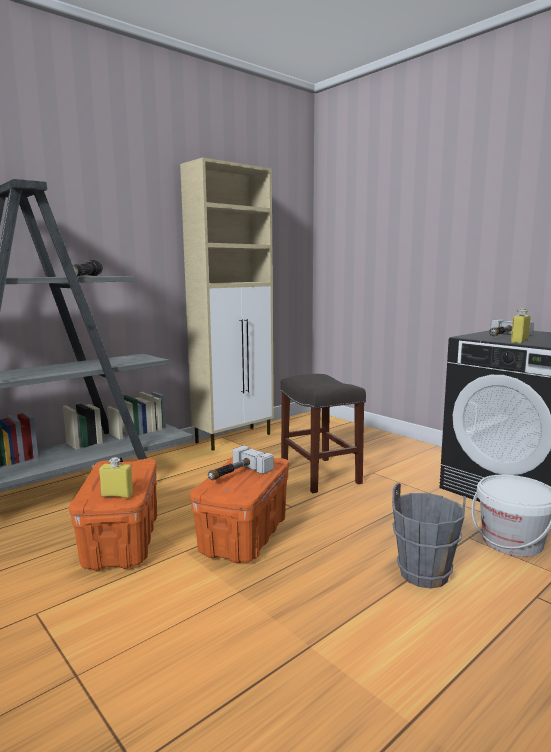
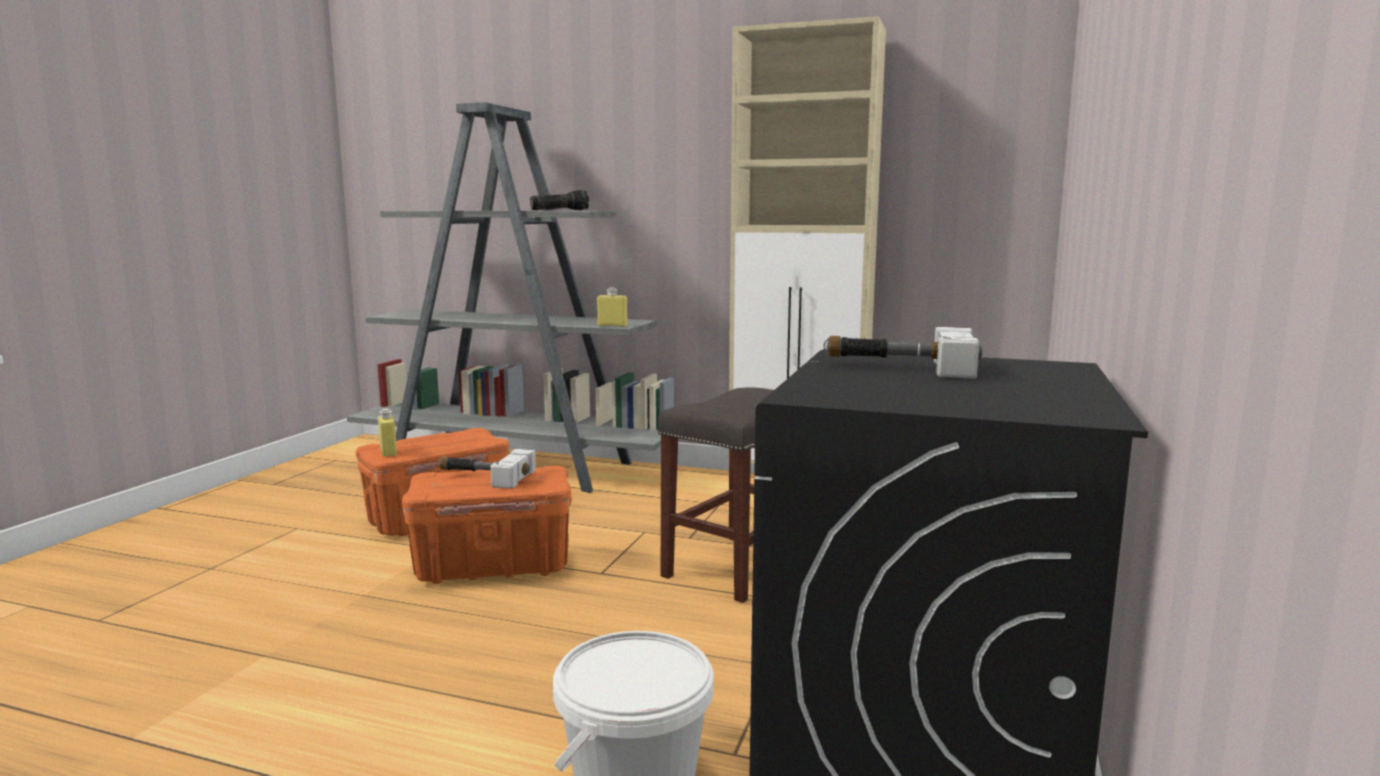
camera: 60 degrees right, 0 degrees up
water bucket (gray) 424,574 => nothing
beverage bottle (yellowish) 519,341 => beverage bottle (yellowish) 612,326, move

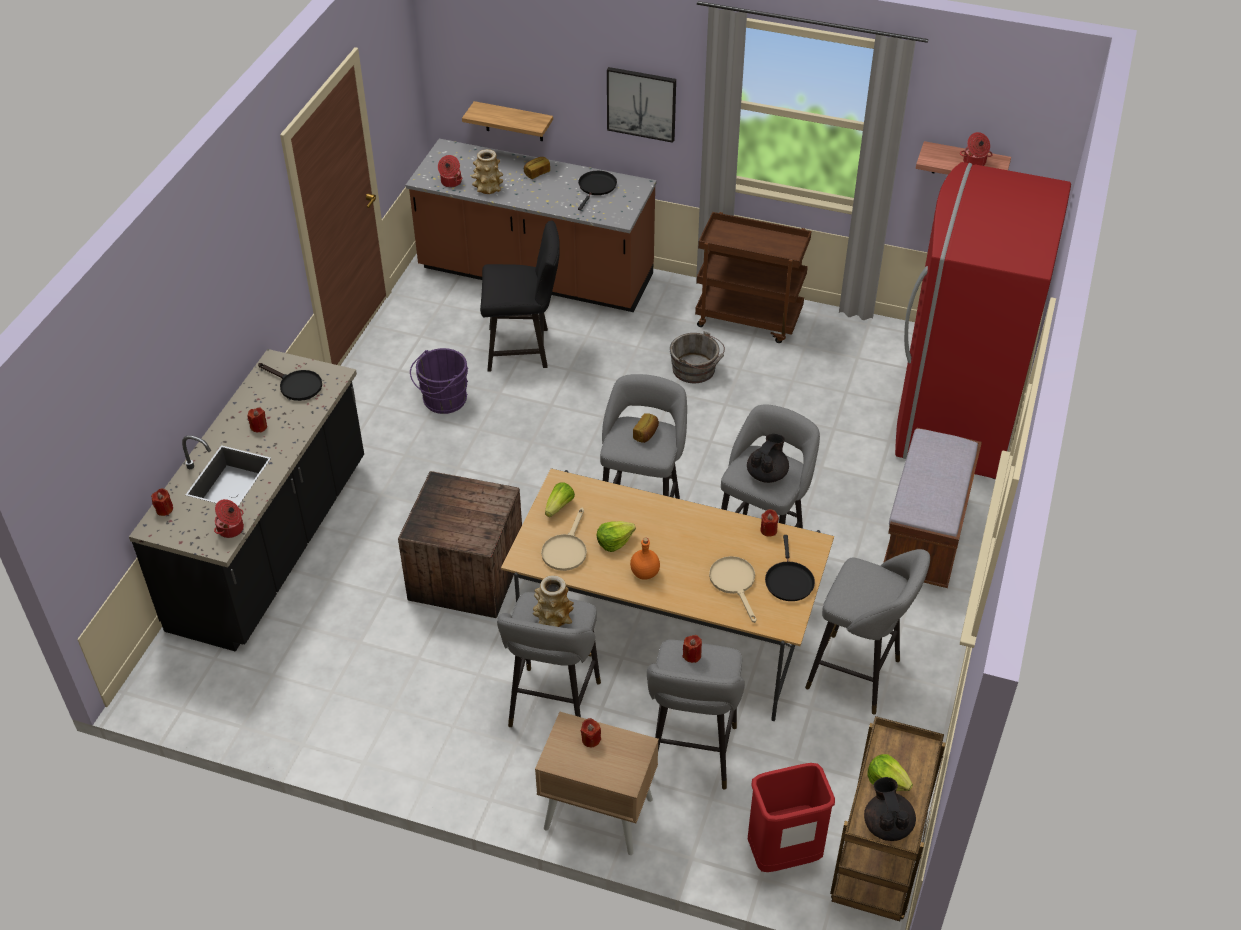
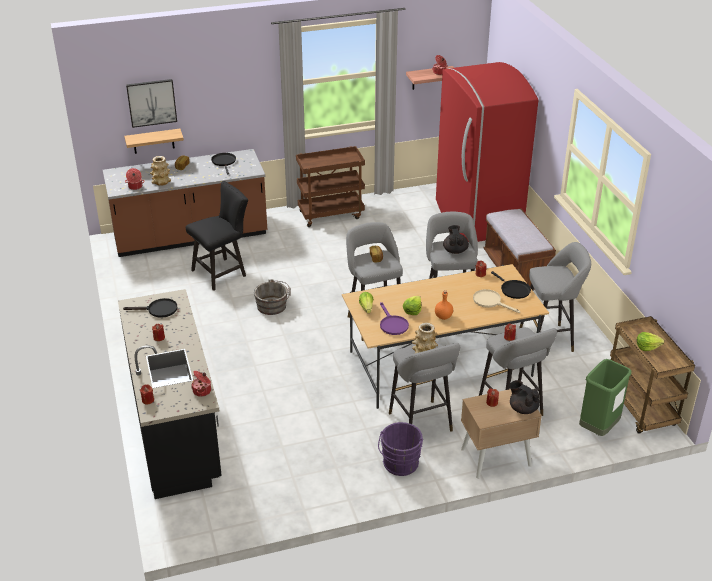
camera: 35 degrees left, 10 degrees down
packing crate 465,573 => nothing
water bucket (purplish) 442,401 => water bucket (purplish) 400,465, move
pan (beige-coloured) 566,549 => pan (purplish) 392,324
wall art 641,103 => wall art 151,102, move
water bucket (gray) 696,370 => water bucket (gray) 273,306, move
trash can (reddish) 783,855 => trash can (green-coloured) 598,428
tea pot (black) 887,824 => tea pot (black) 523,408, move

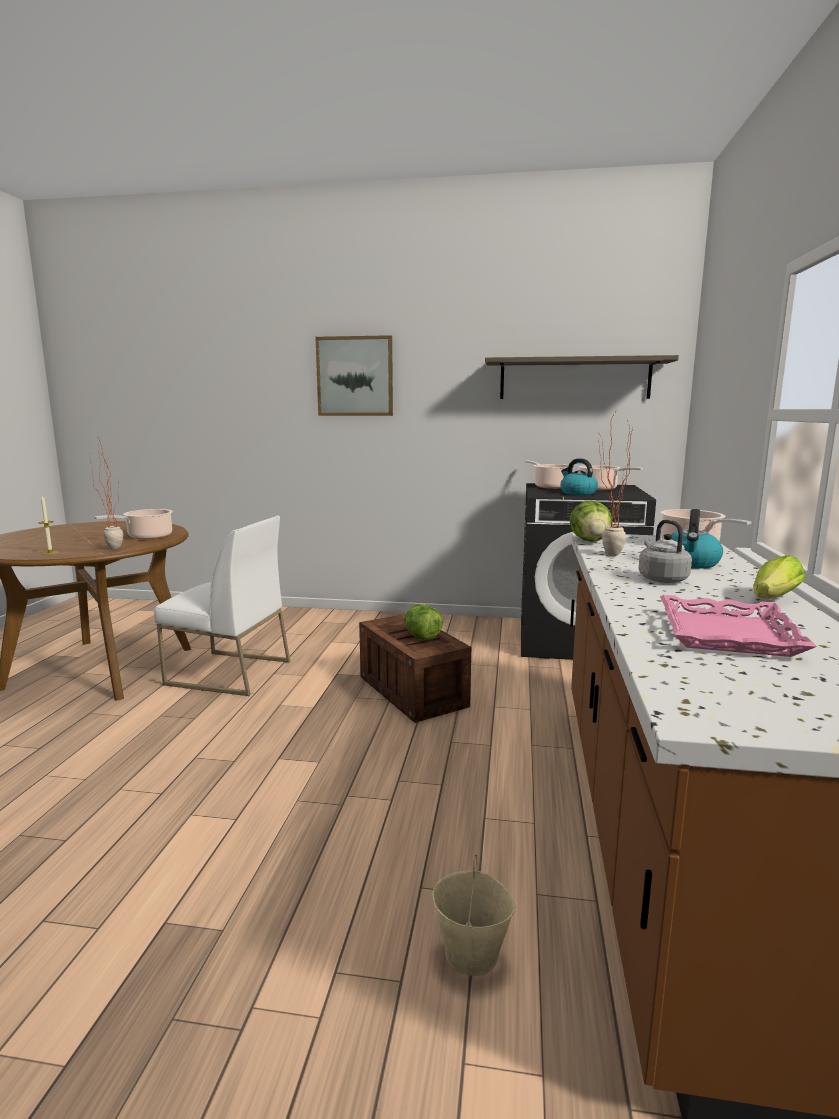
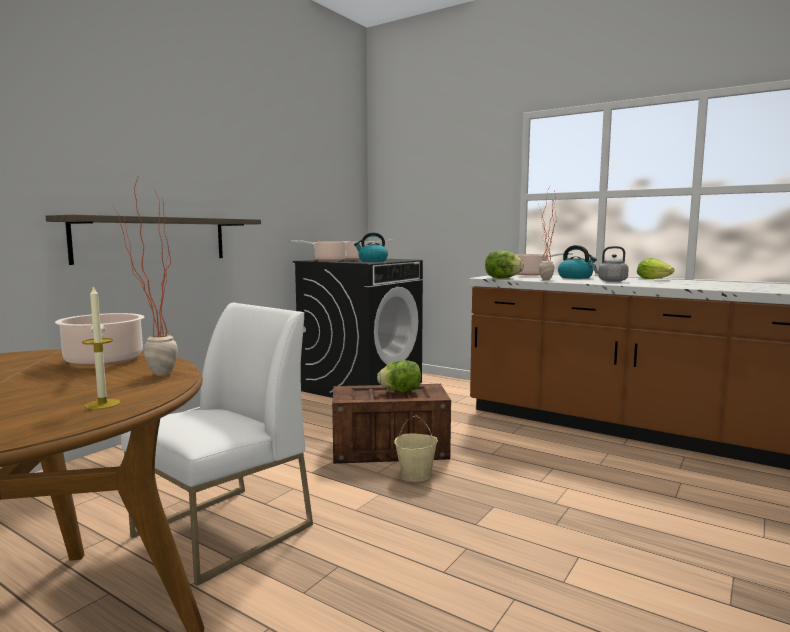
camera: 65 degrees left, 5 degrees down
wall art 355,376 => nothing
water bucket (beige-coloured) 472,953 => water bucket (beige-coloured) 416,475, move
shelf 574,379 => shelf 153,239, move
tray (pink-coloured) 728,634 => nothing

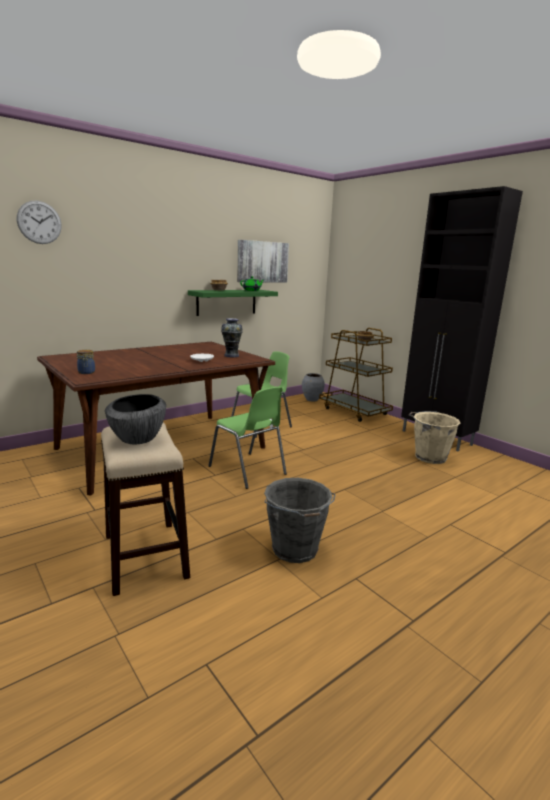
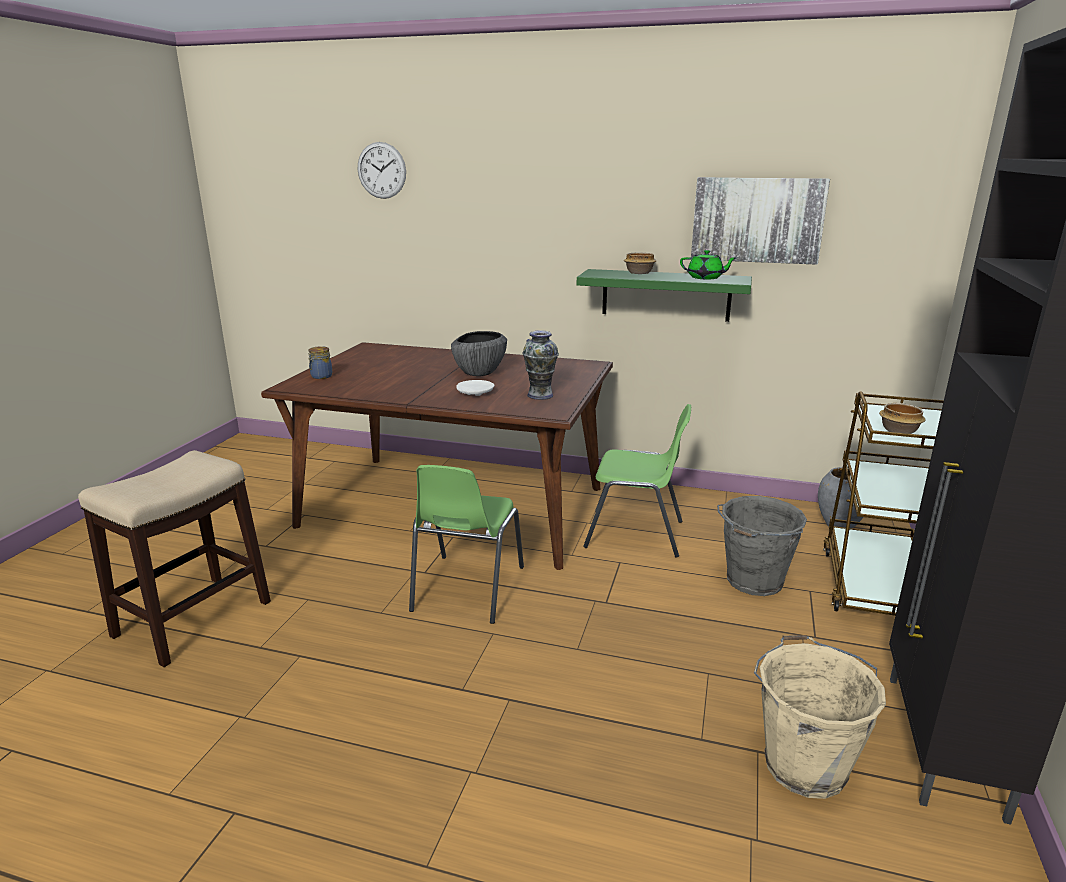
camera: 55 degrees right, 5 degrees up
serving bowl 138,439 => serving bowl 479,373, move
water bucket (gray) 295,550 => water bucket (gray) 753,582, move

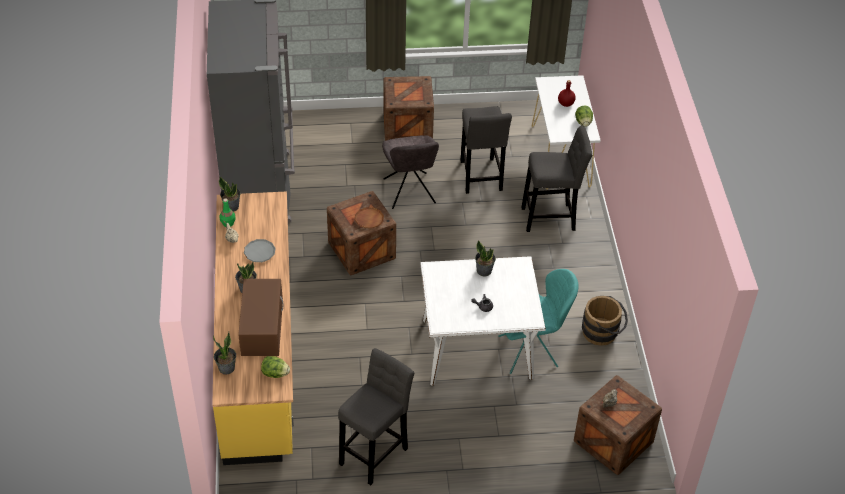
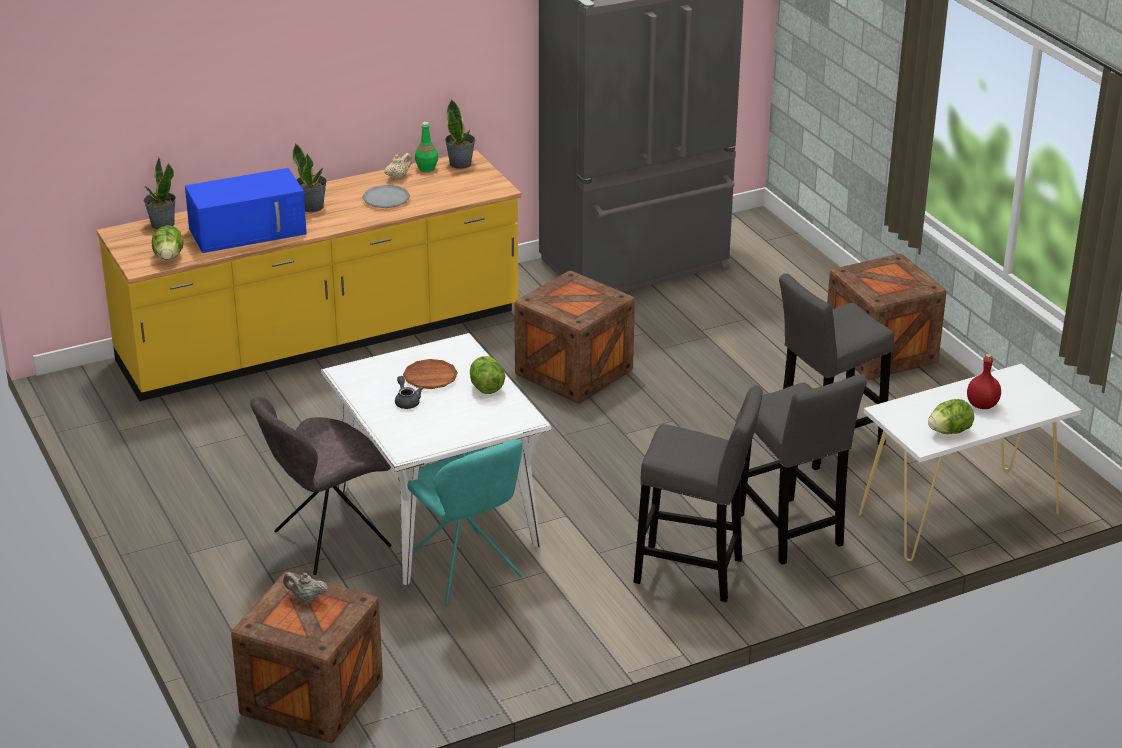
camera: 70 degrees right, 15 degrees down
microwave oven (brown) 262,326 => microwave oven (blue-coloured) 249,231
sitting stool (gray) 375,453 => sitting stool (gray) 694,573, move
dinner plate (brown) 369,219 => dinner plate (brown) 430,378, move
plain chair (gray) 409,193 => plain chair (gray) 328,541, move
houseplant 484,270 => lettuce head 486,388
water bucket (brown) 603,333 => nothing

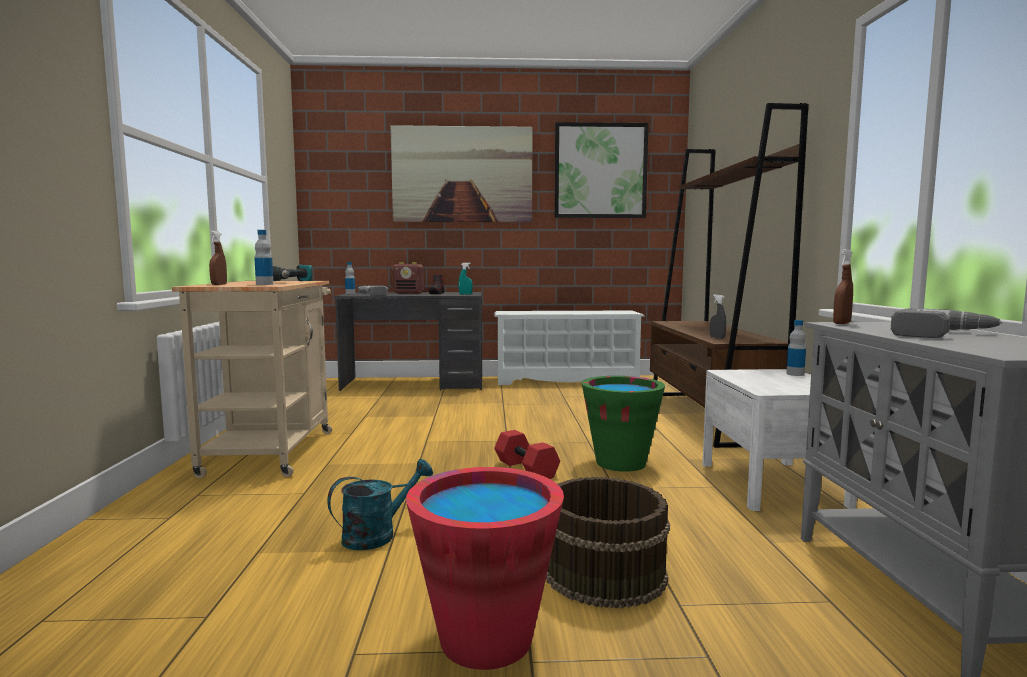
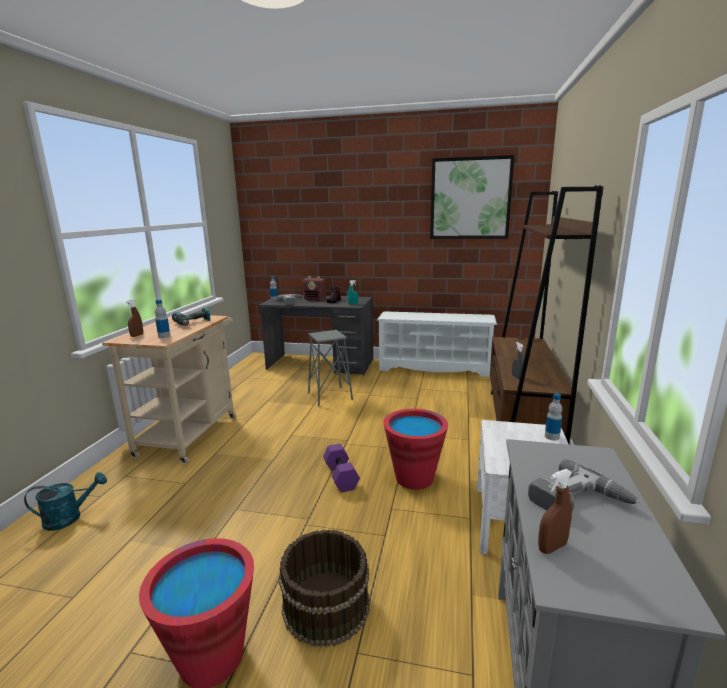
camera: 15 degrees right, 10 degrees up
watering pot (turquoise) 378,535 => watering pot (turquoise) 69,517, move
wall art 462,175 => nothing
hand weight (reddish) 524,469 => hand weight (purplish) 340,476
water bucket (green-coloured) 620,463 => water bucket (reddish) 414,478
hand sprayer (brown) 841,323 => hand sprayer (brown) 552,547, move
nothing => sitting stool (gray) 330,396

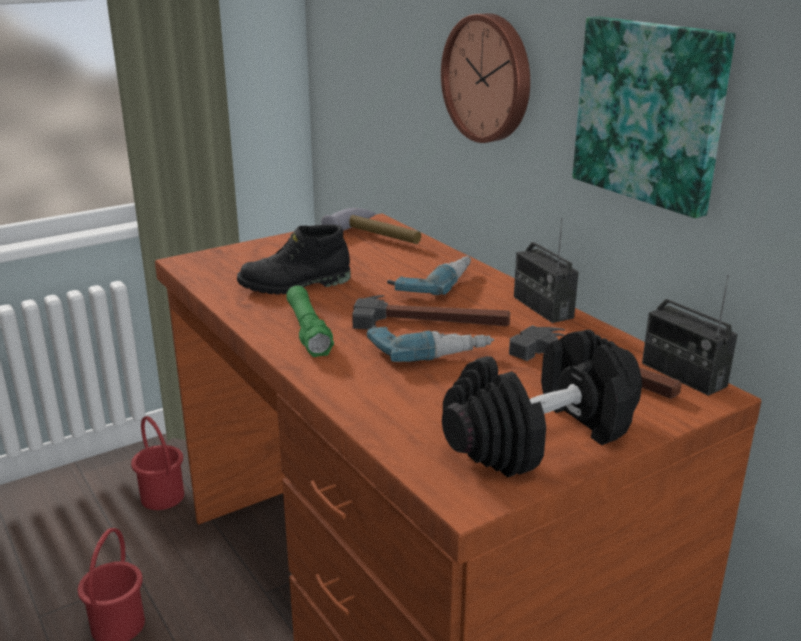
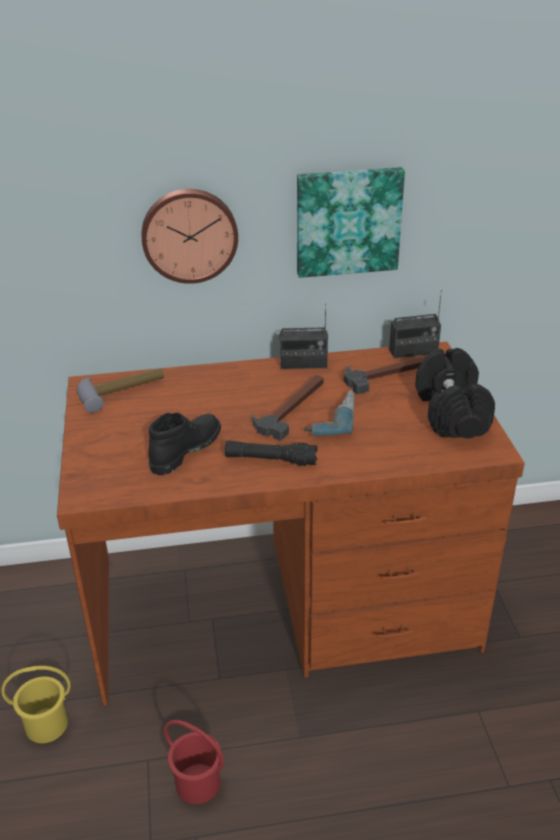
camera: 65 degrees left, 10 degrees up
water bucket (reddish) 163,496 => water bucket (yellowish) 46,724
high-top boot (black) 295,285 => high-top boot (black) 185,449, 150 degrees counterclockwise
torch (green-coloured) 308,331 => torch (black) 270,460
electric drill 432,283 => nothing

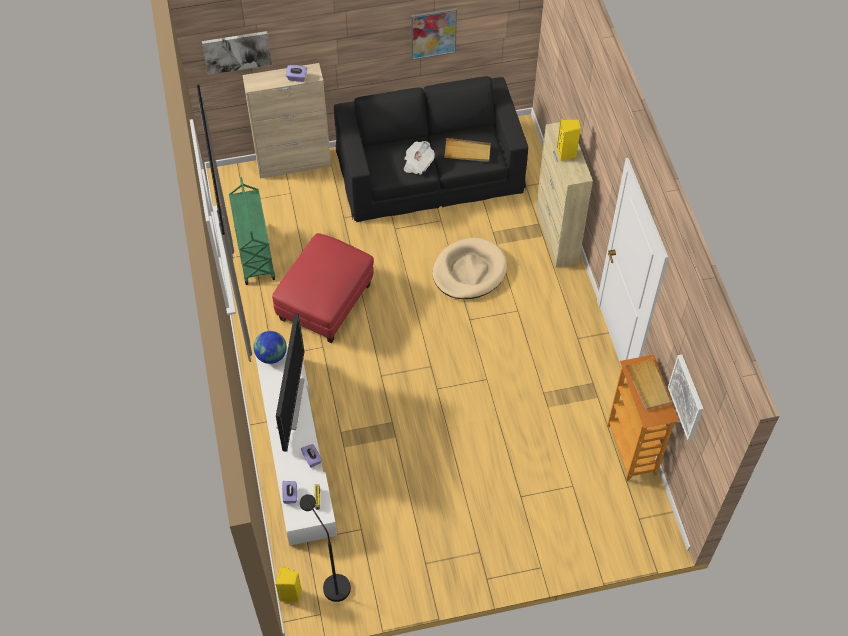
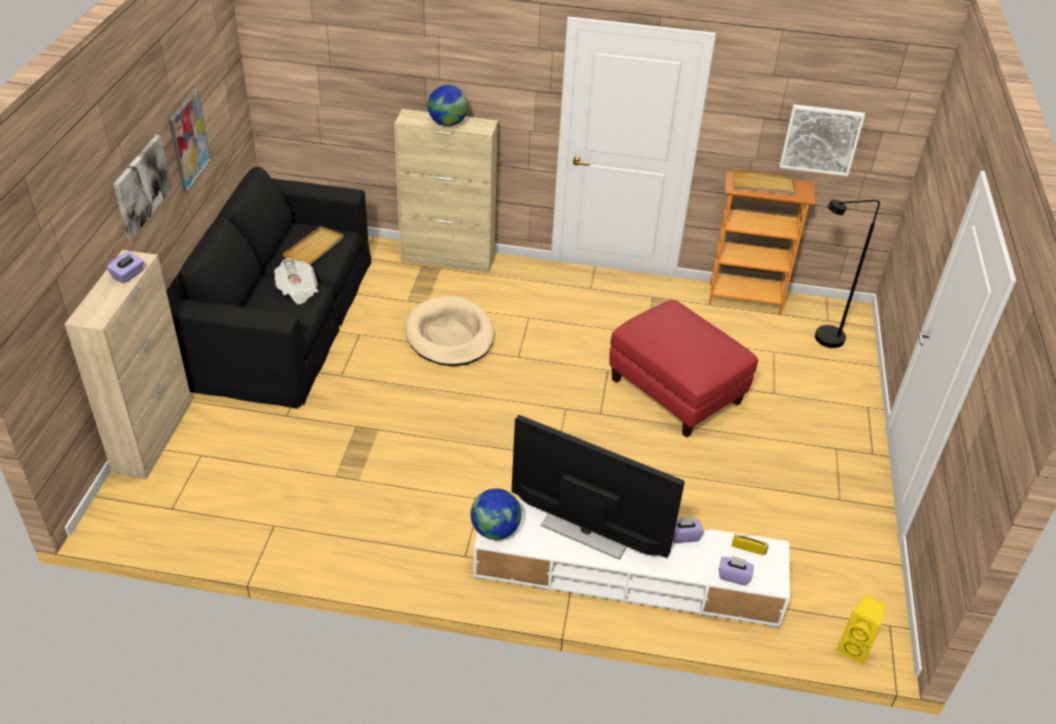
camera: 70 degrees left, 15 degrees down
wall art 237,51 => wall art 141,185, move
trolley (green-coloured) 254,253 => nothing
footrest (reddish) 326,302 => footrest (reddish) 675,391, move
floor lamp (black) 331,582 => floor lamp (black) 821,340, move
loudspeaker (yellowish) 566,154 => desk globe 447,123

